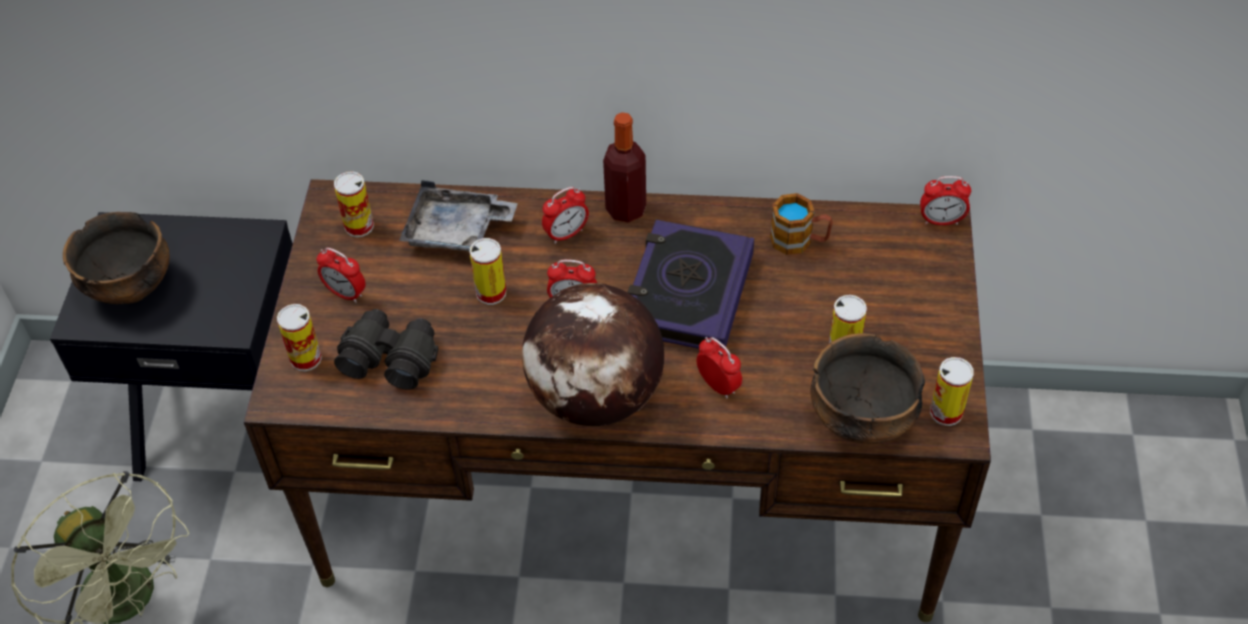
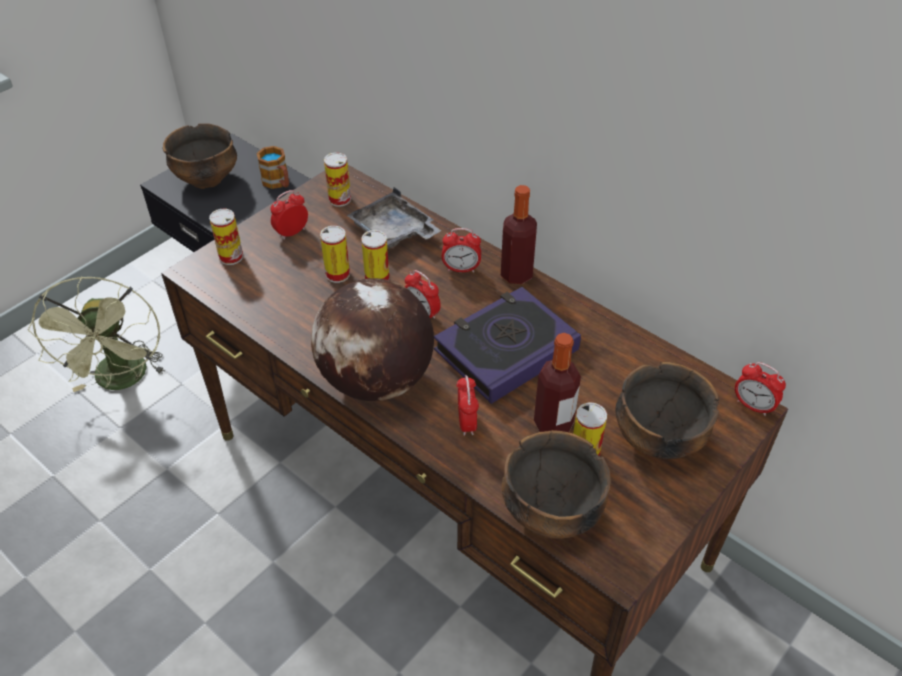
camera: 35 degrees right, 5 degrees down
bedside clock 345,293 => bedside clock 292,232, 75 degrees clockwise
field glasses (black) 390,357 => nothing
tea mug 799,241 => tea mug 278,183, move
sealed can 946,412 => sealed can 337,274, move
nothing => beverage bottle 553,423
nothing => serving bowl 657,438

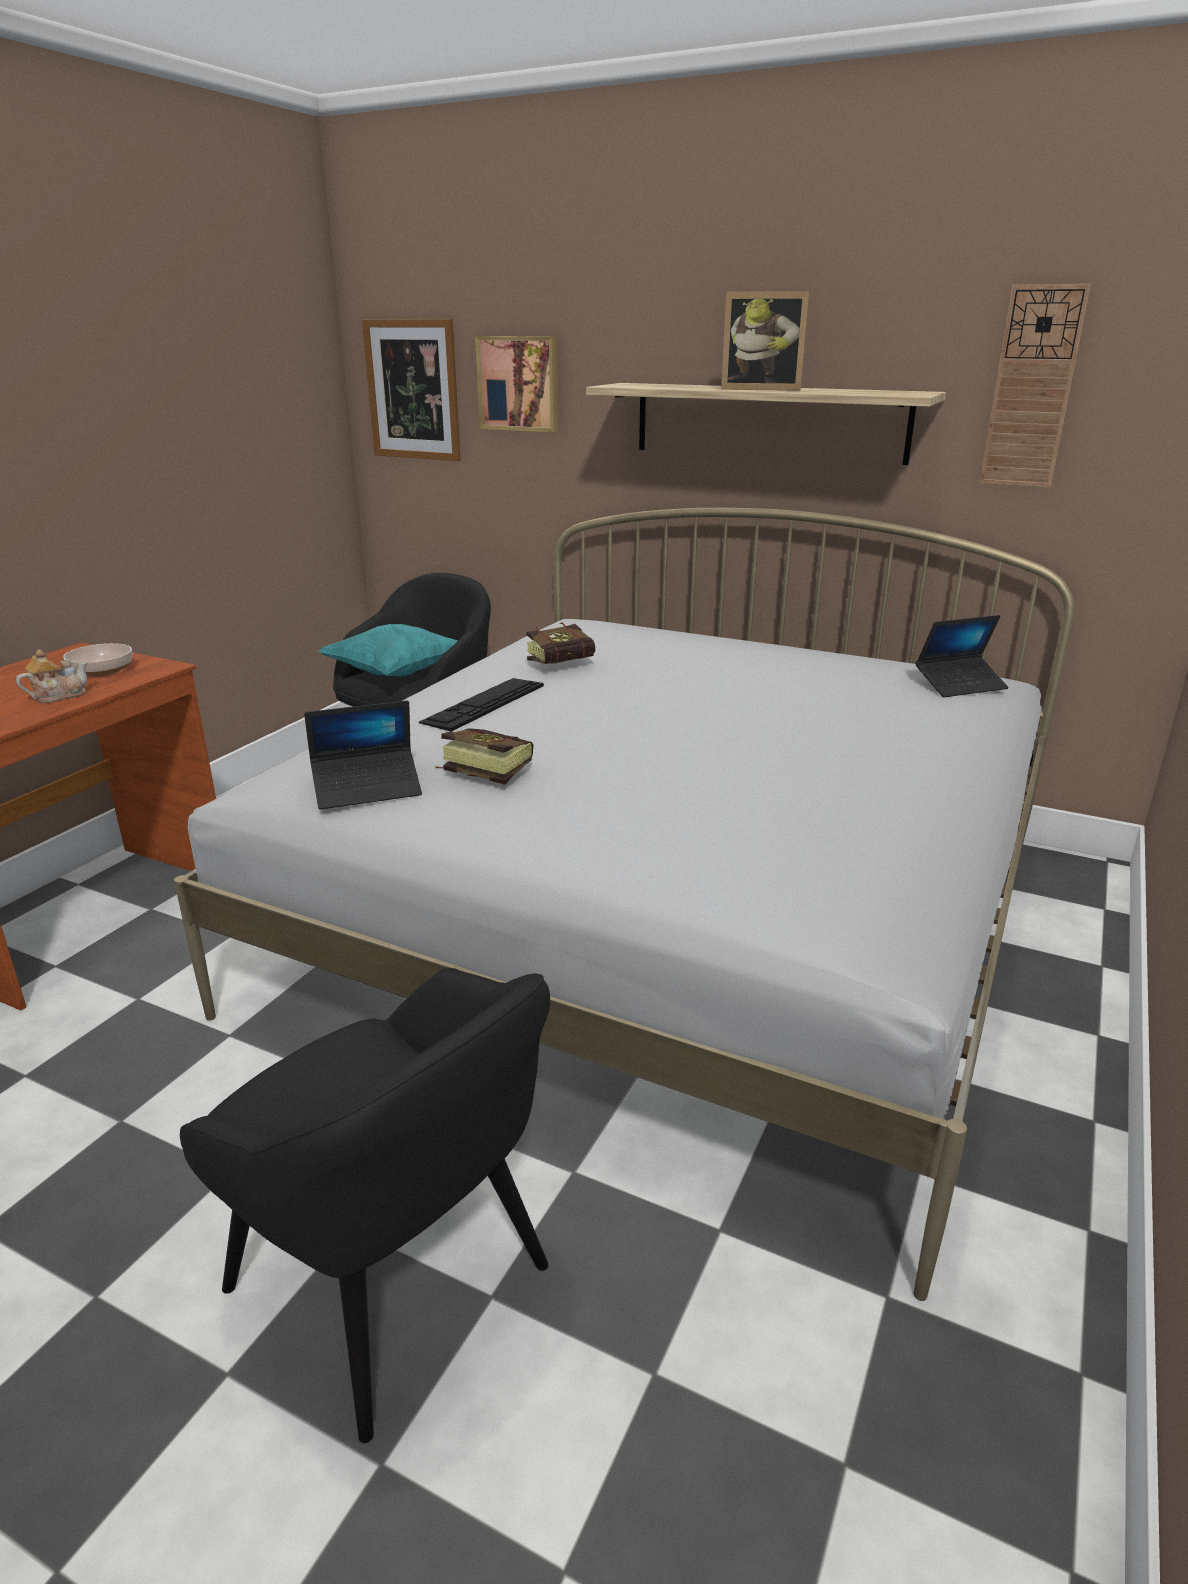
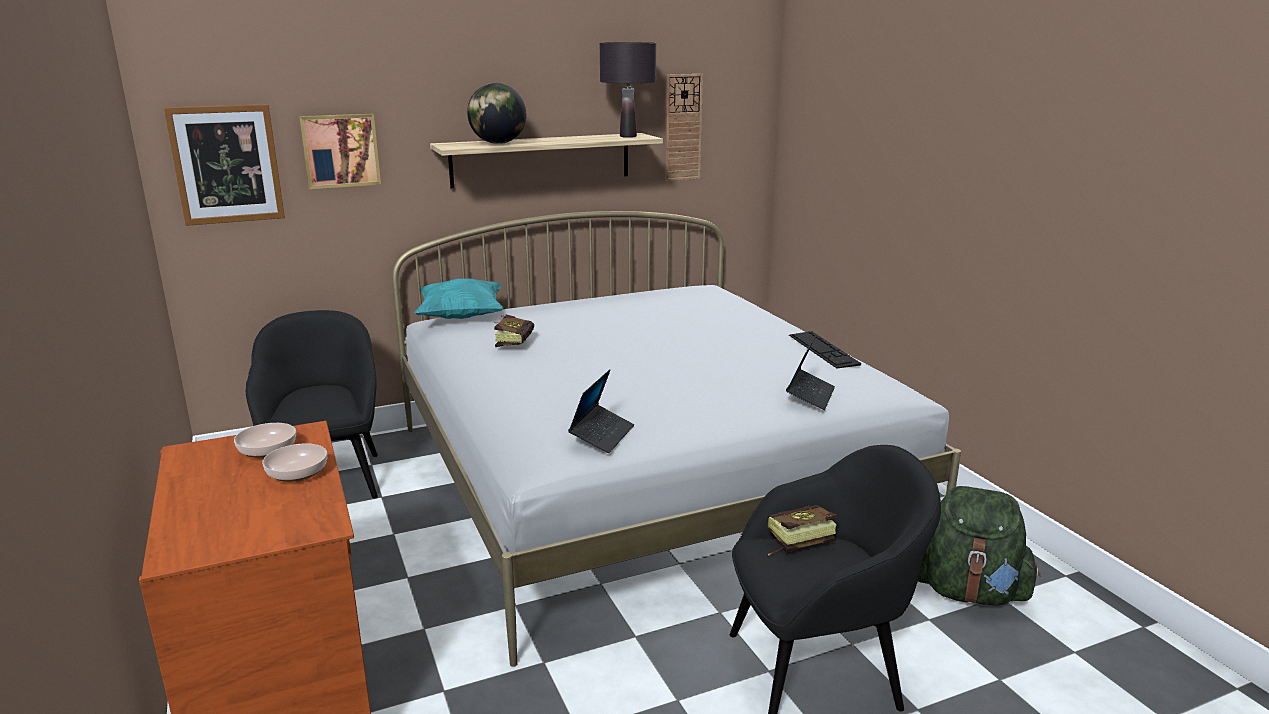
camera: 50 degrees left, 5 degrees down
tea pot 58,696 => serving bowl 296,474
pillow (turquoise) 397,674 => pillow (turquoise) 461,317, move
PC keyboard 484,703 => PC keyboard 823,349, move
book 480,772 => book 794,542, move
picture frame 760,389 => nothing
laptop 960,685 => laptop 810,395, move
nothing => desk globe 498,143
nothing => tabletop lamp (black) 628,136
nothing => knapsack (green-coloured) 968,592

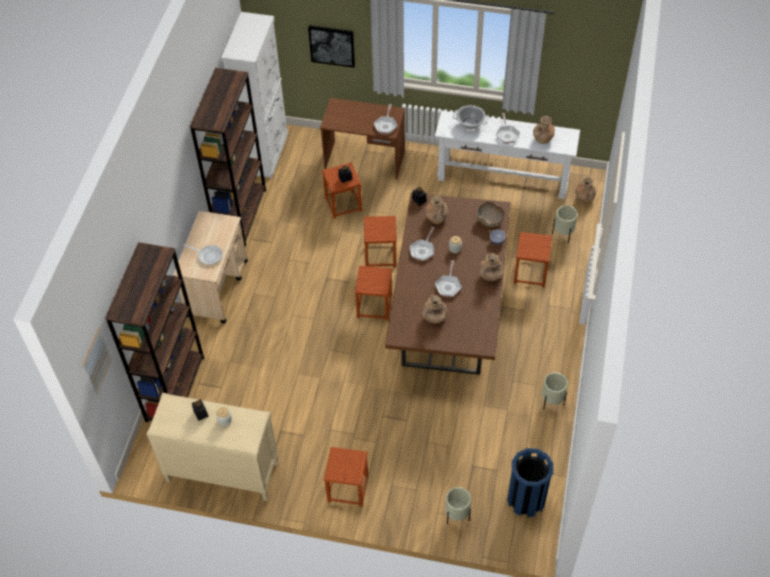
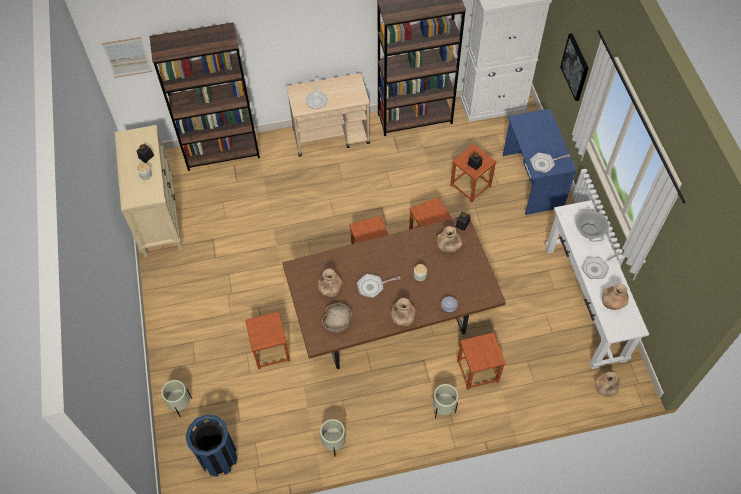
camera: 65 degrees right, 5 degrees up
desk (brown) 364,160 => desk (blue-coloured) 531,181
sitting stool (brown) 347,488 => sitting stool (brown) 270,350, move
pan 423,250 => nothing
serving bowl (brown) 490,220 => serving bowl (brown) 337,323, move
flower pot (beige-coloured) 563,235 => flower pot (beige-coloured) 443,409, move

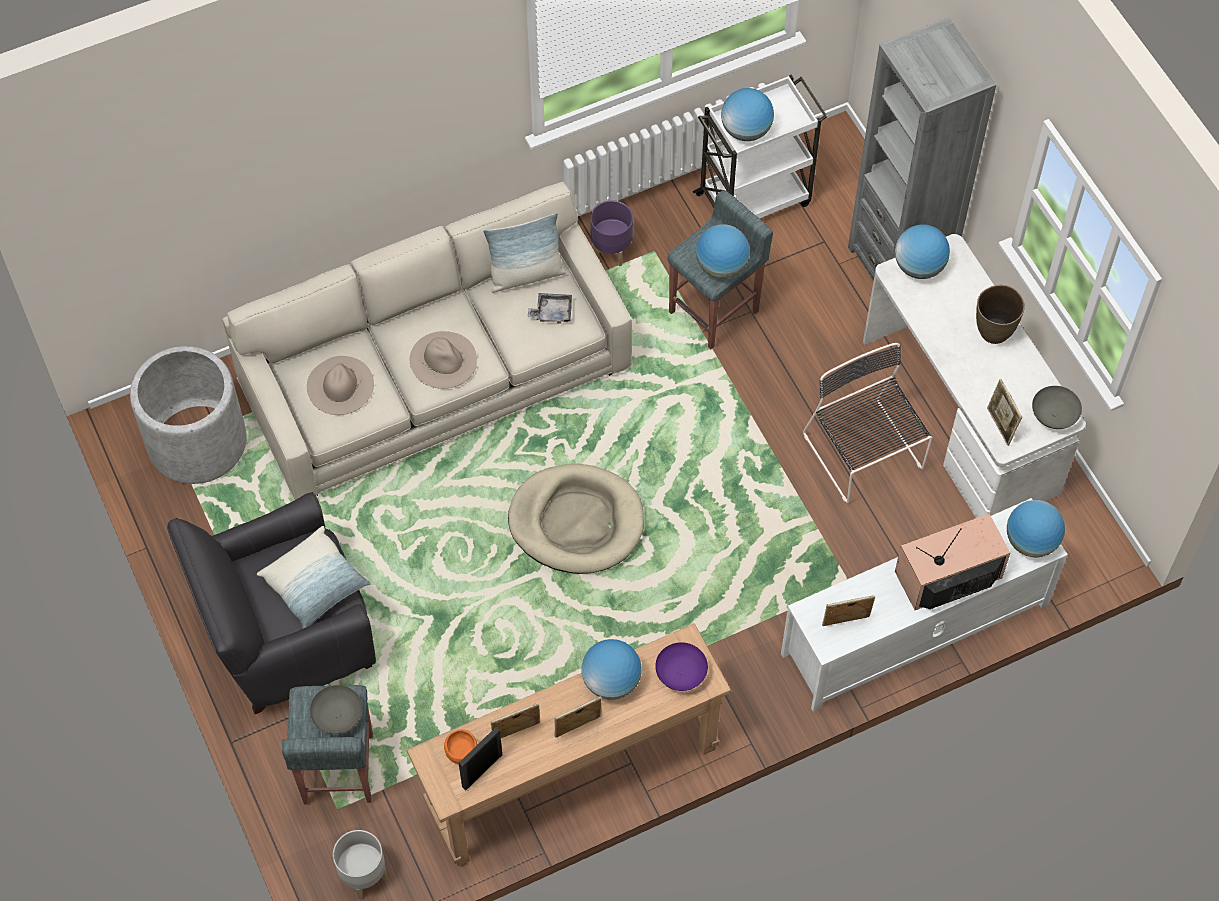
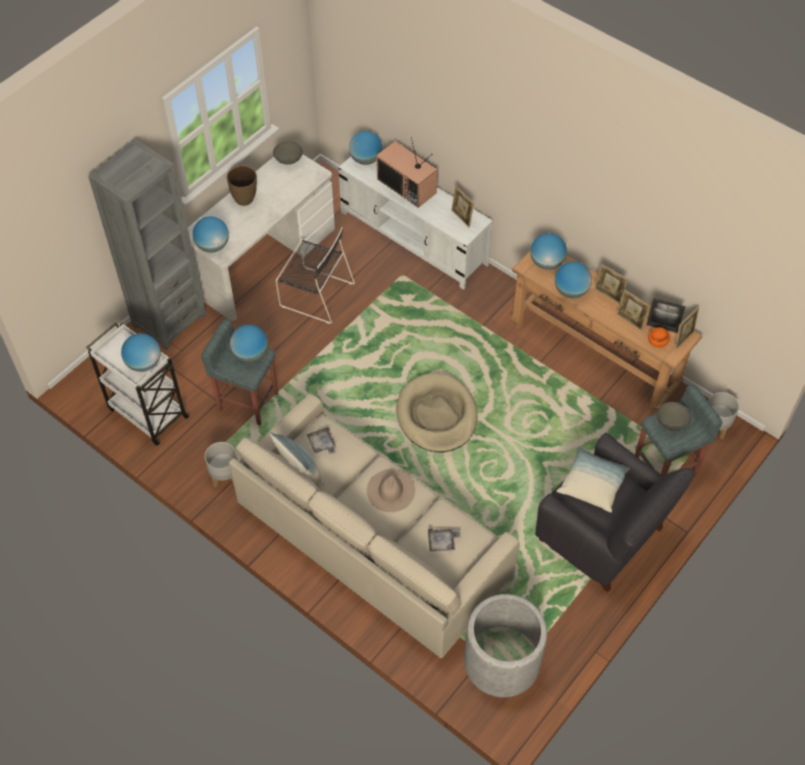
camera: 115 degrees left, 5 degrees down
clothing hat (beige-coloured) 340,385 => tray (gray) 442,542
flower pot (purplish) 611,250 => flower pot (gray) 225,476
serving bowl (purplish) 680,675 => desk globe 547,263
plain chair (black) 864,455 => plain chair (black) 315,294, 105 degrees counterclockwise
picture frame 1000,426 => picture frame 683,339, move

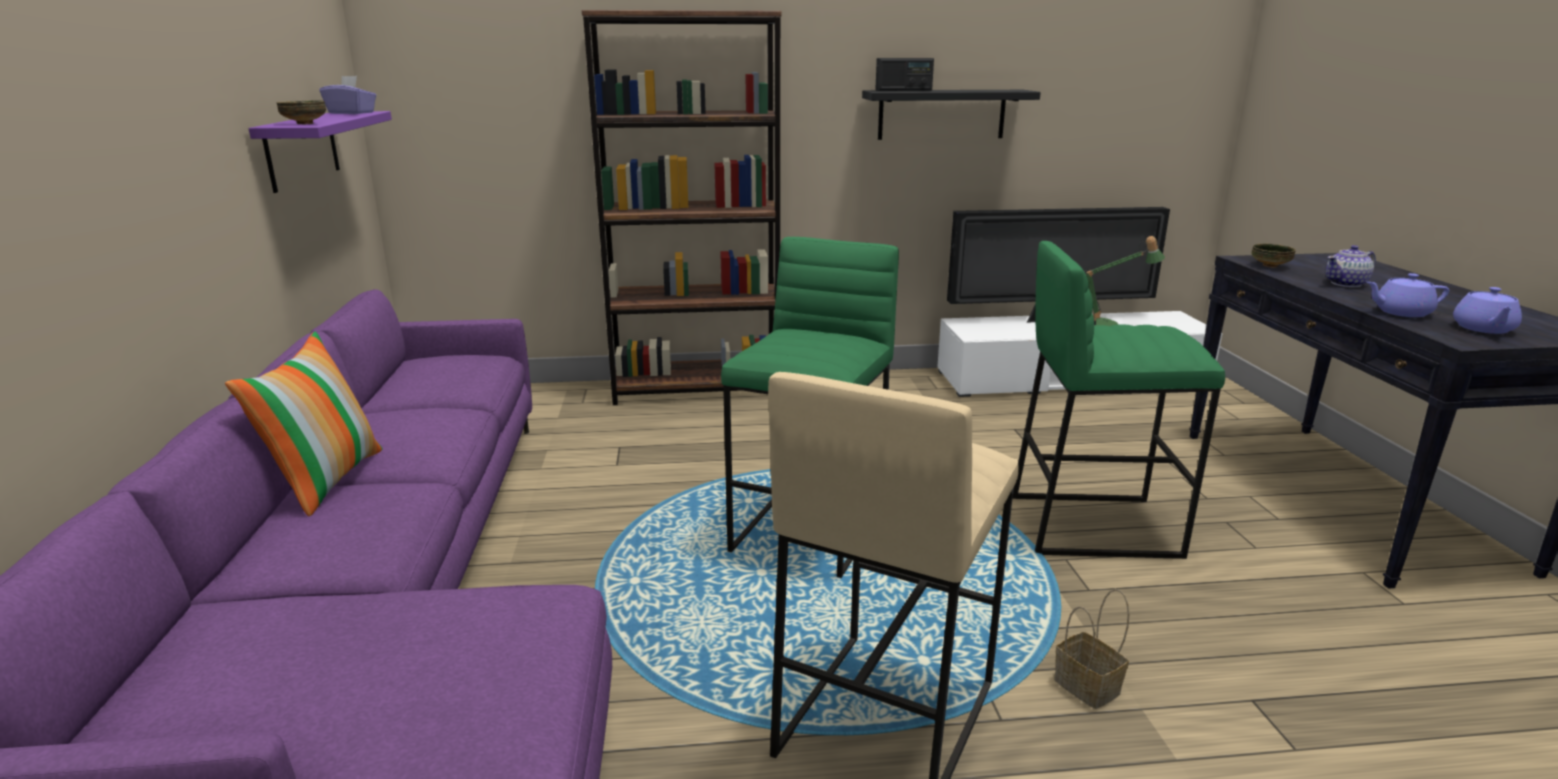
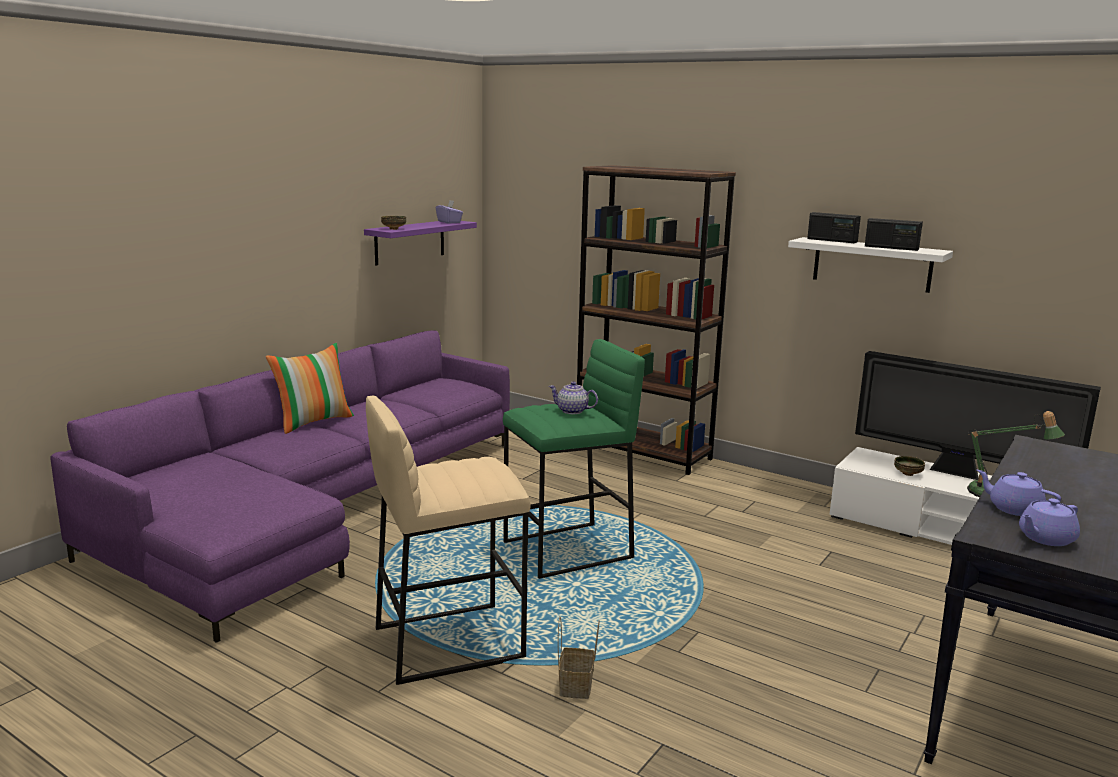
camera: 40 degrees right, 5 degrees down
shelf (black) 941,114 => shelf (white-coloured) 872,264
sitting stool (green-coloured) 1093,524 => nothing
serving bowl 1270,266 => serving bowl 908,474, move
tea pot 1346,284 => tea pot 572,411, move
nothing => radio set 891,248

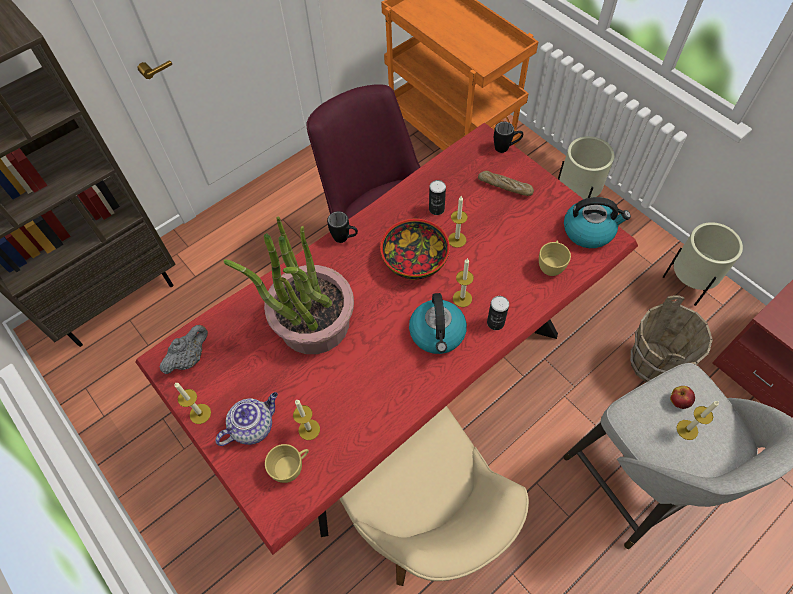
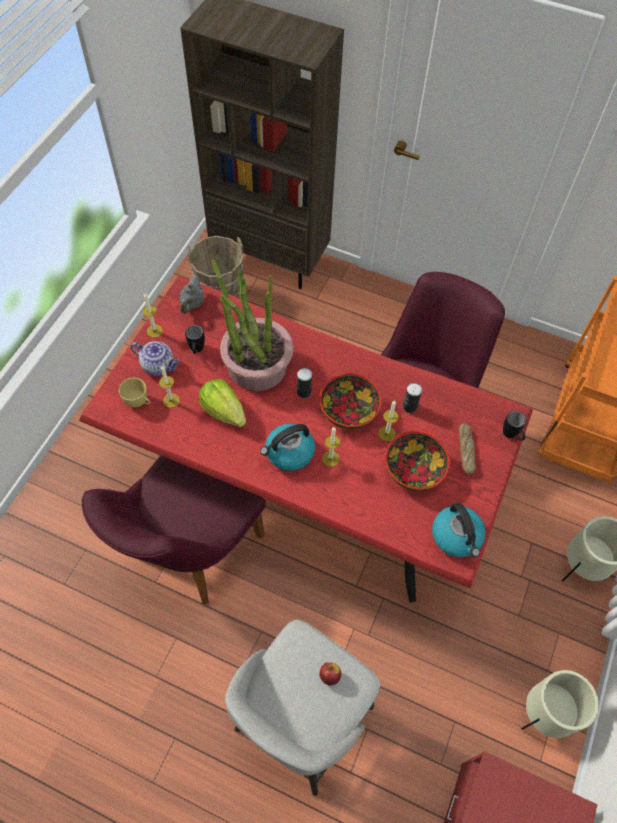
camera: 60 degrees right, 0 degrees up
tea pot (gray) 189,358 => tea pot (gray) 192,304, 90 degrees clockwise
tea mug (black) 345,238 => tea mug (black) 196,351, move
plain chair (beige-coloured) 423,522 => plain chair (purplish) 189,553
sealed can 495,322 => sealed can 304,392, move
cup (yellowish) 551,265 => nothing
water bucket (brown) 653,364 => water bucket (brown) 220,292, move
wax candle 687,429 => nothing
nothing => lettuce head 224,411
nothing => serving bowl 413,469

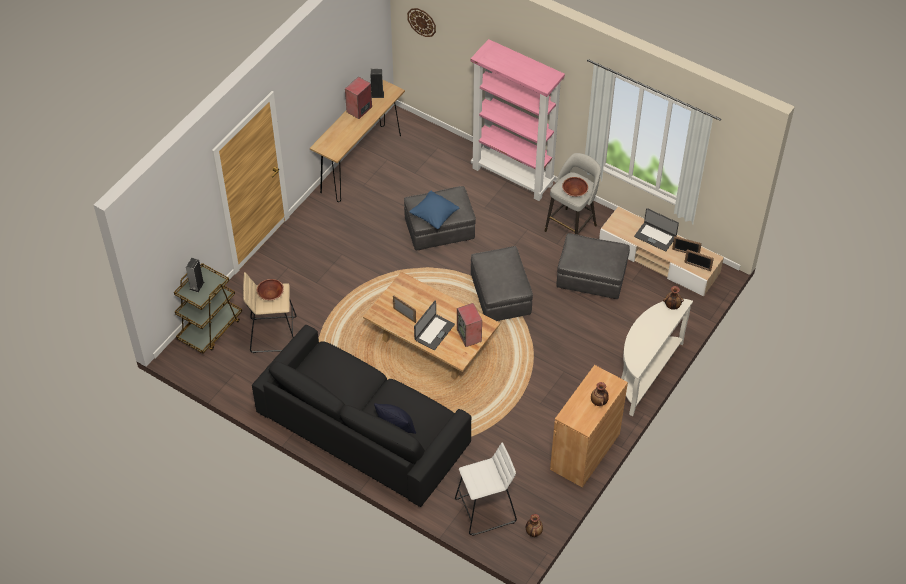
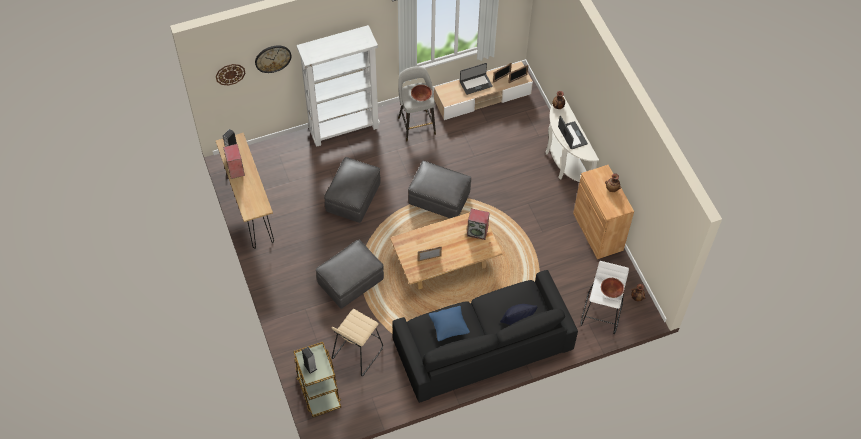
camera: 55 degrees left, 5 degrees up
serving bowl (brown) 270,294 => serving bowl (brown) 611,291, move
pillow (blue-coloured) 434,216 => pillow (blue-coloured) 448,327, move
laptop 434,332 => laptop 572,136, move
shelving unit (pink-coloured) 513,176 => shelving unit (white-coloured) 344,128
footrest (gray) 591,278 => footrest (gray) 351,282, move
nothing => hanging clock 273,58

